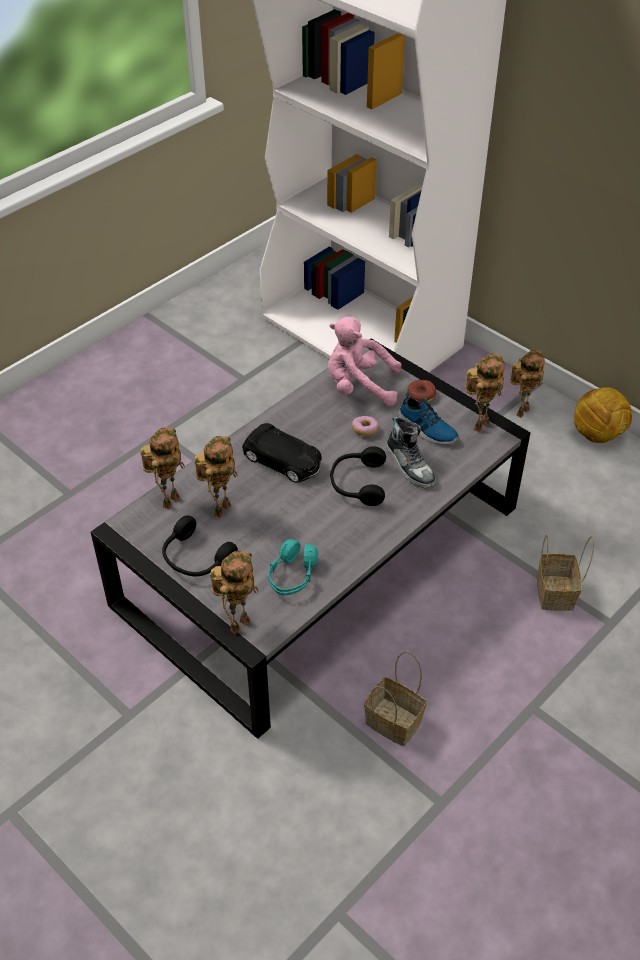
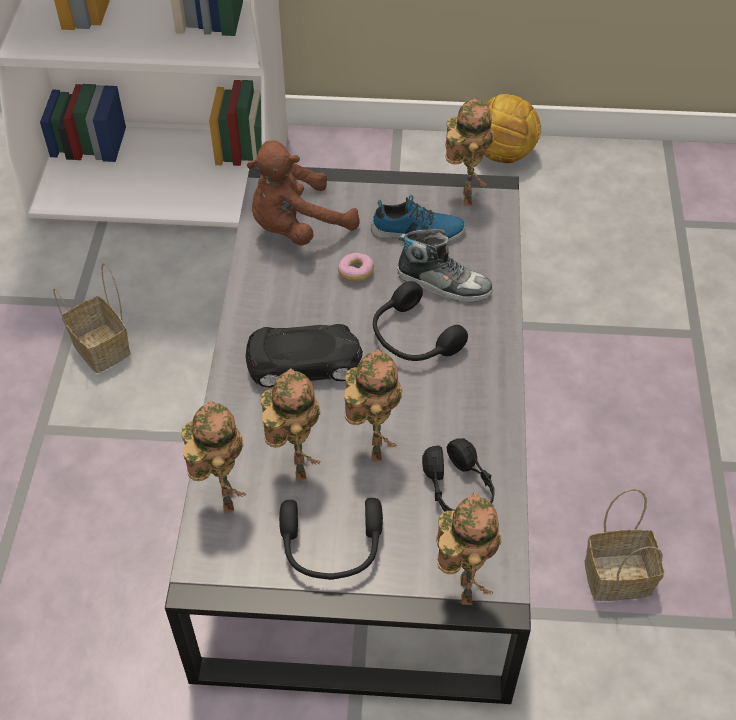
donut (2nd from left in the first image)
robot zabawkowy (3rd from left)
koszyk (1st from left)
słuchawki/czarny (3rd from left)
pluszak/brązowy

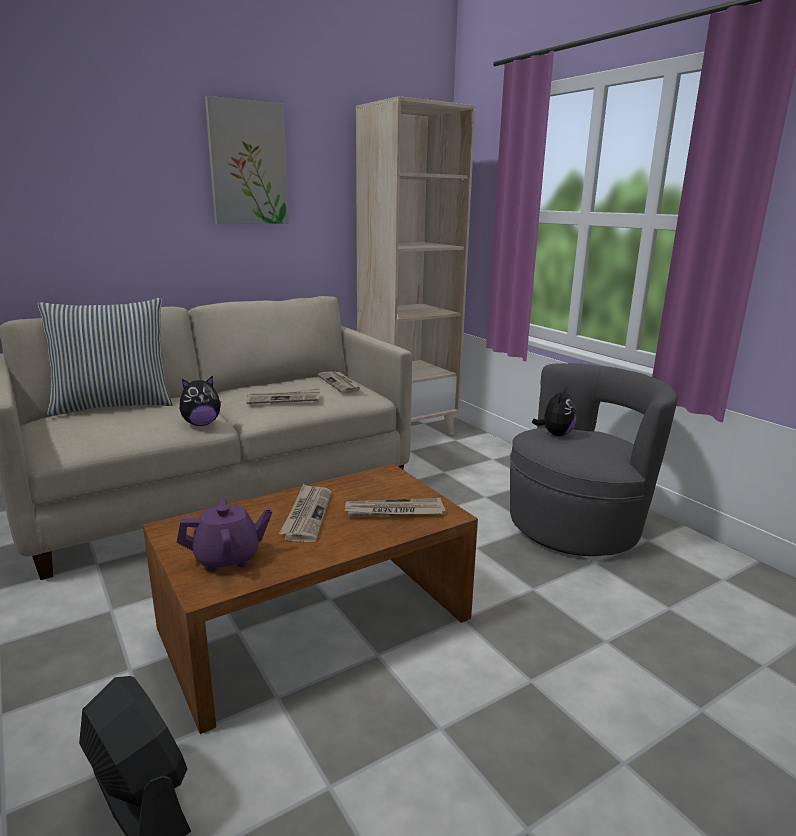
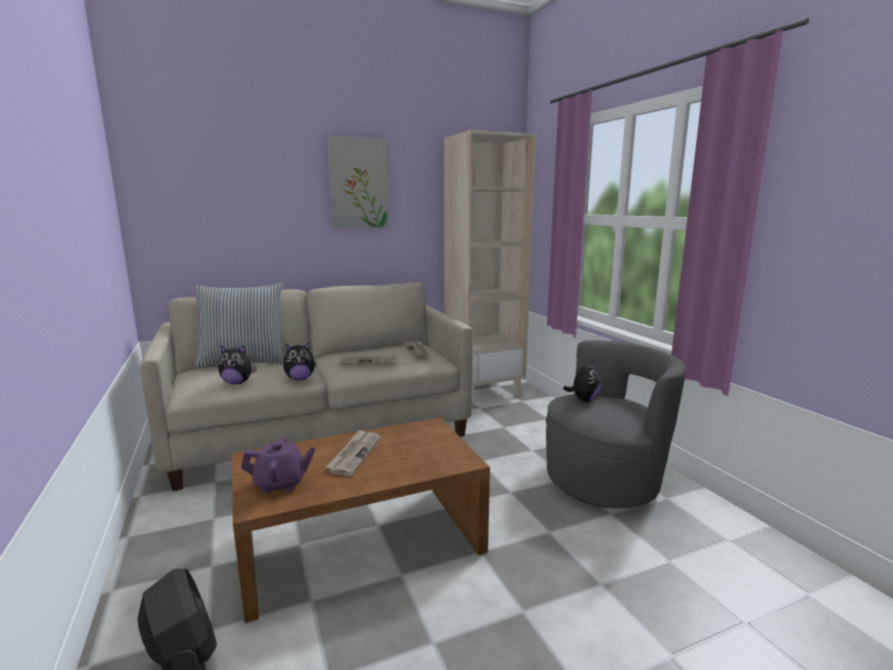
gazeta (4th from left in the first image)
pluszak (1st from left)

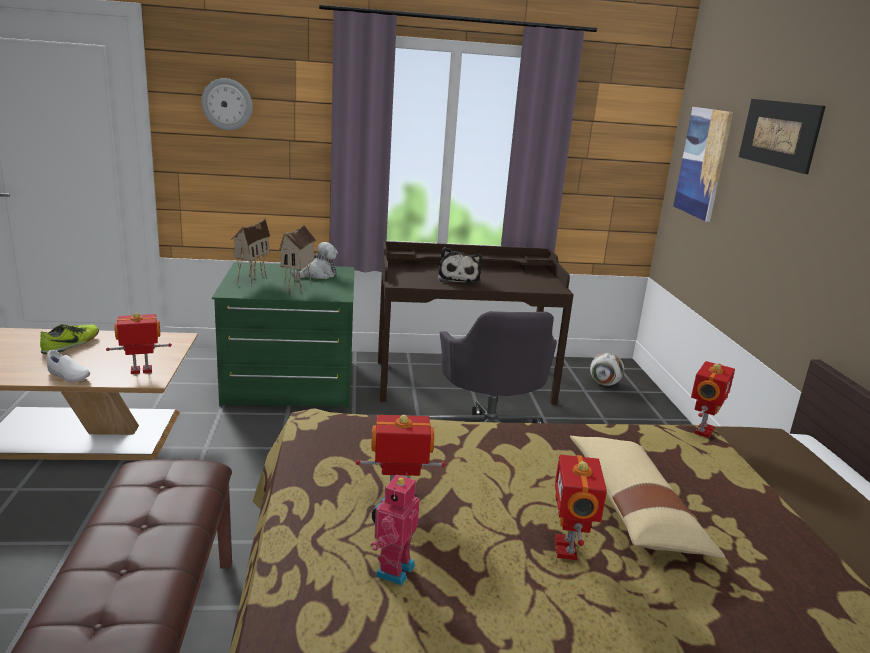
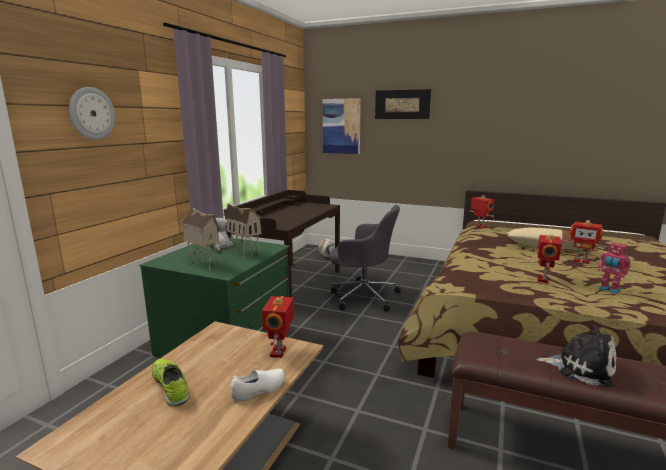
pluszak (2nd from left)

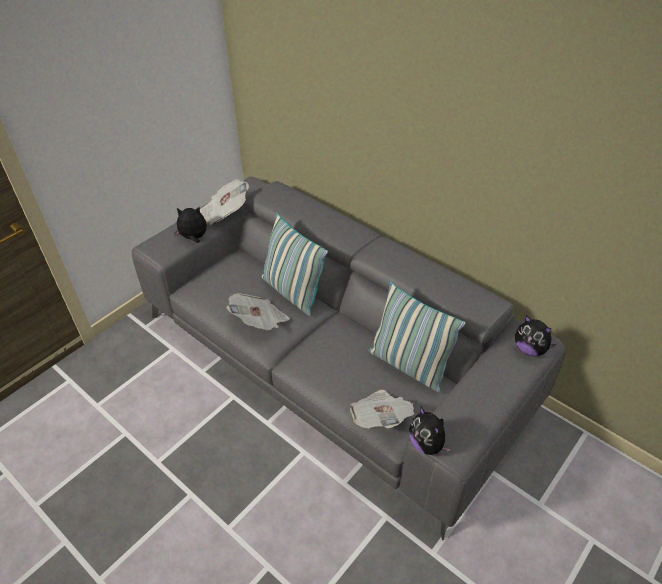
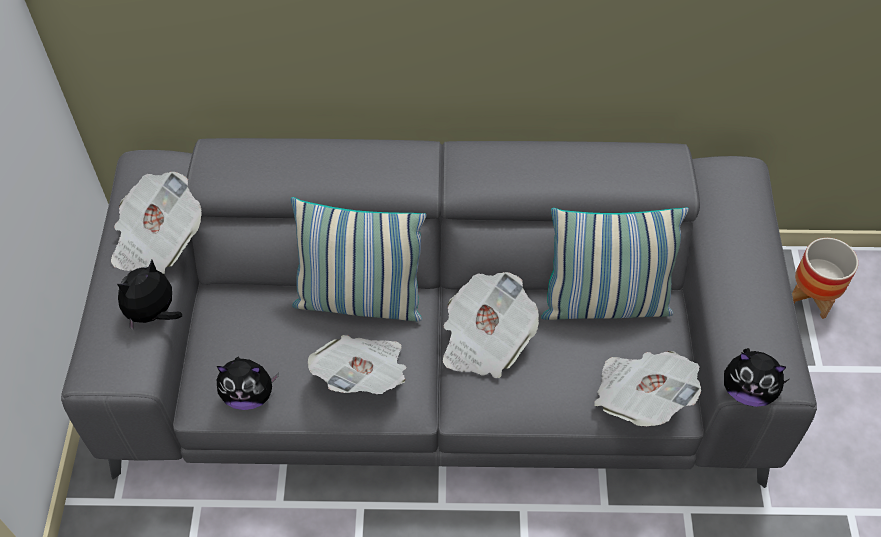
gazeta (3rd from left)
donica
pluszak (2nd from left)

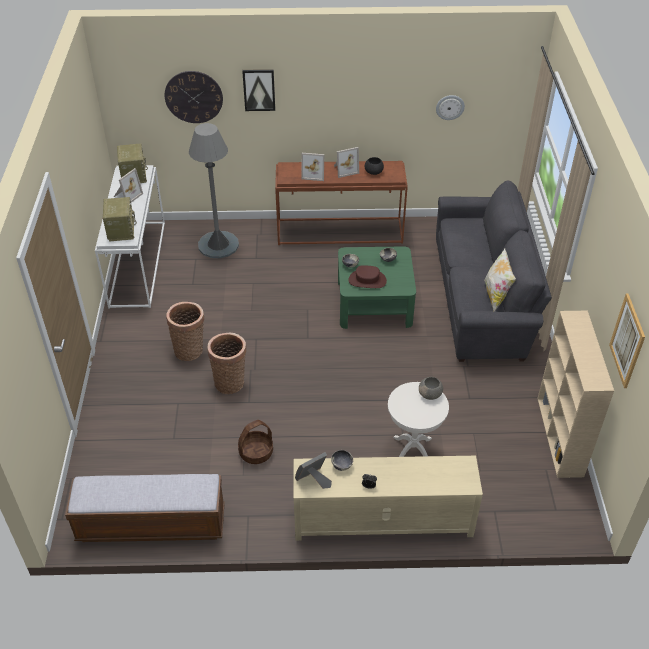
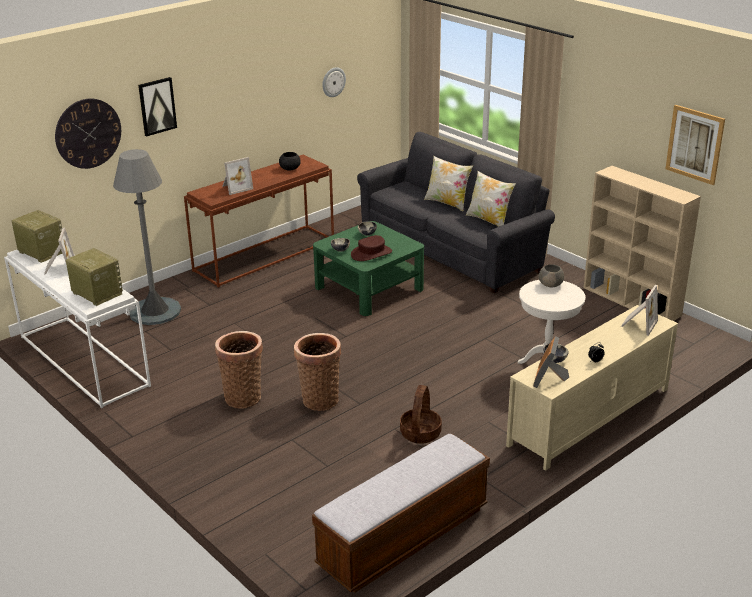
poduszka (1st from left)
ramka na zdjęcie (4th from left)

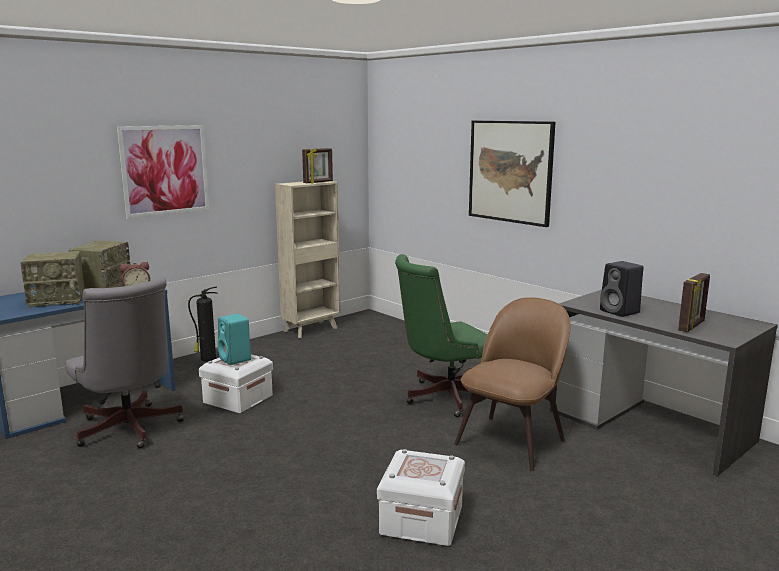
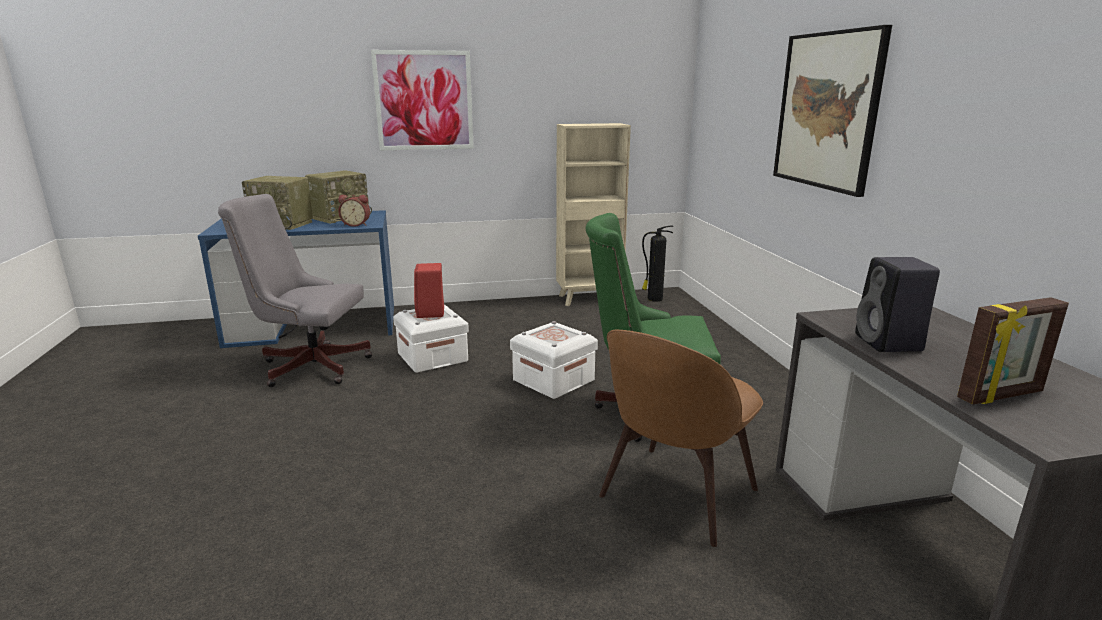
ramka na zdjęcie (1st from left in the first image)
gaśnica
pojemnik do przechowywania/biały (2nd from left)
głośnik/czerwony
krzesło biurowe/szary
krzesło/brązowy

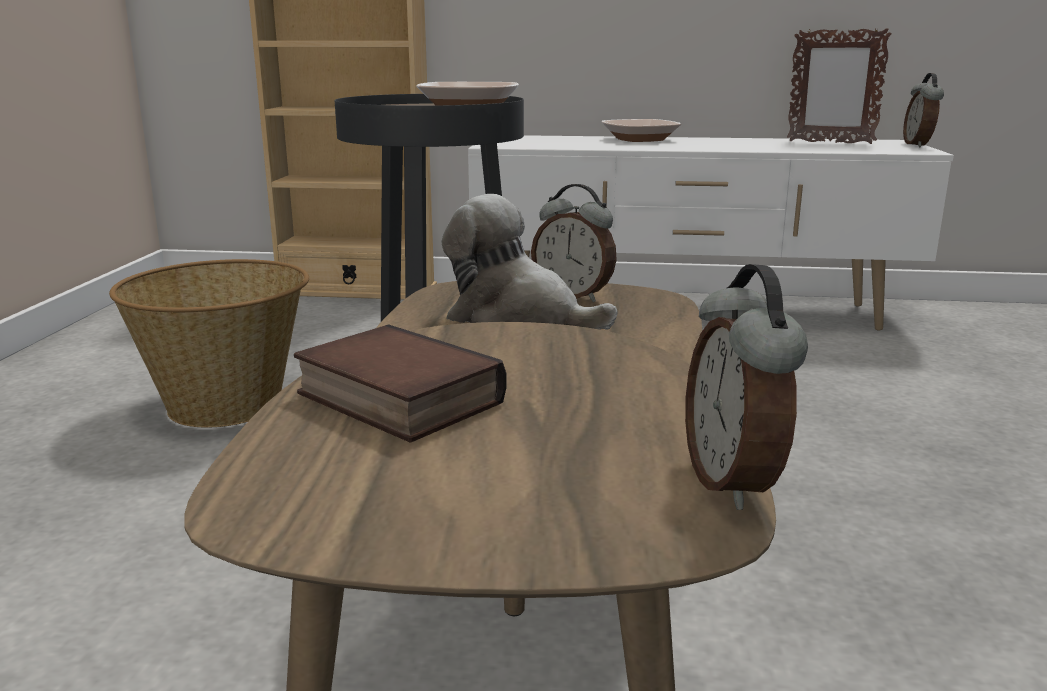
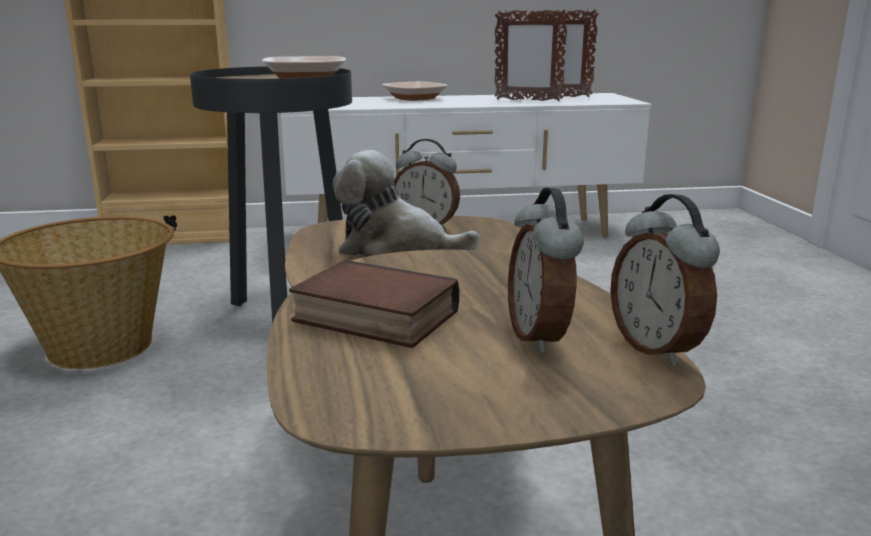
ramka na zdjęcie (1st from left)
budzik (2nd from left)

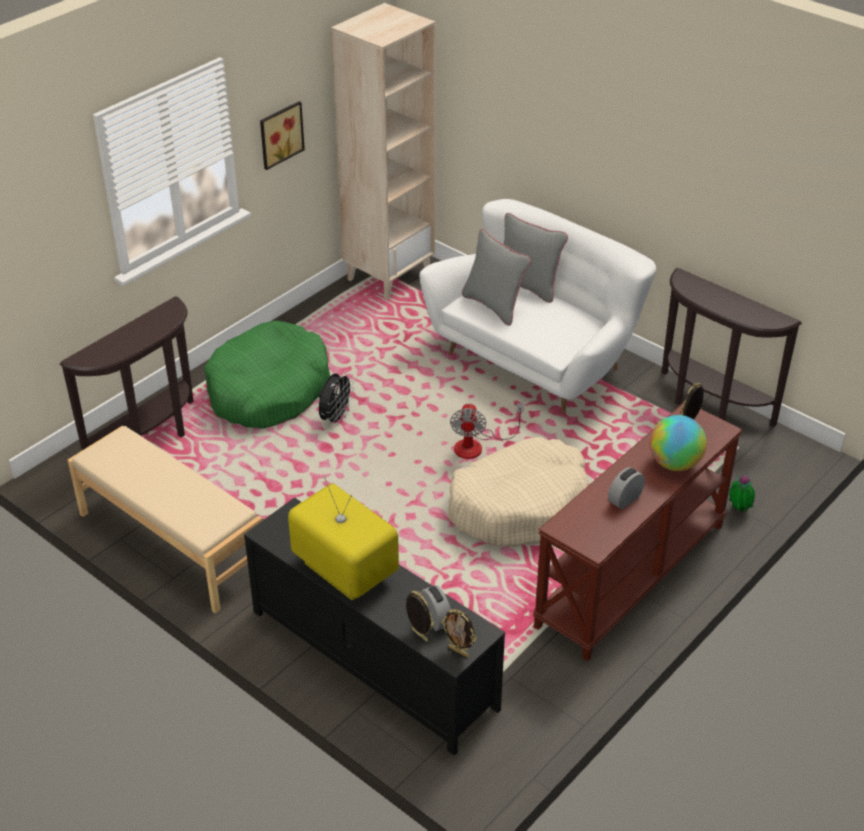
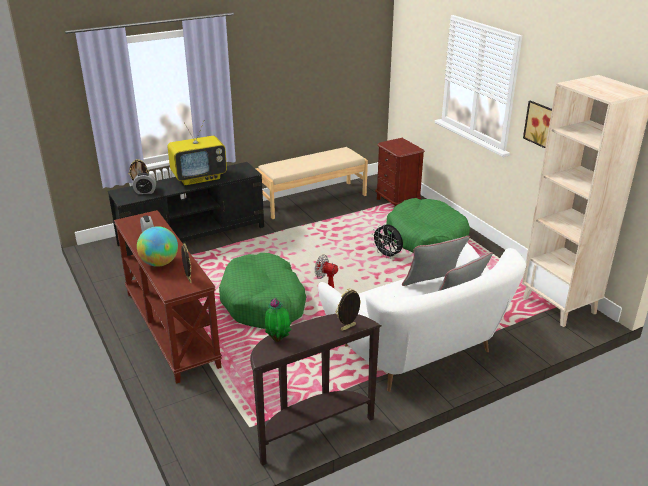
ramka na zdjęcie (3rd from left)
roślina doniczkowa
szafka nocna/brązowy
legowisko/zielony (1st from left)

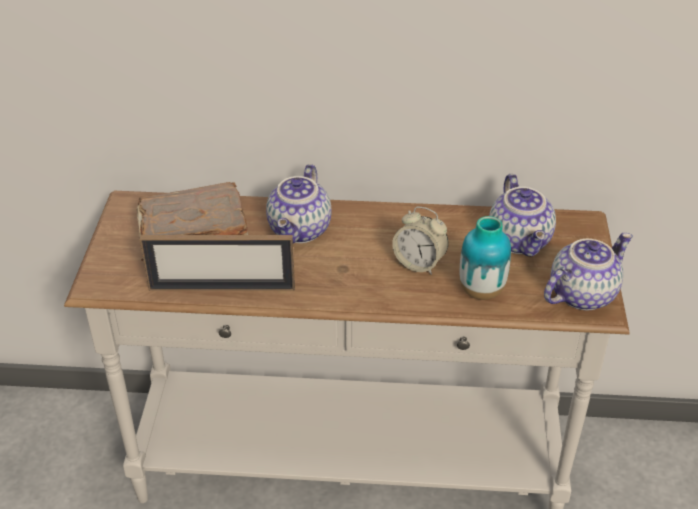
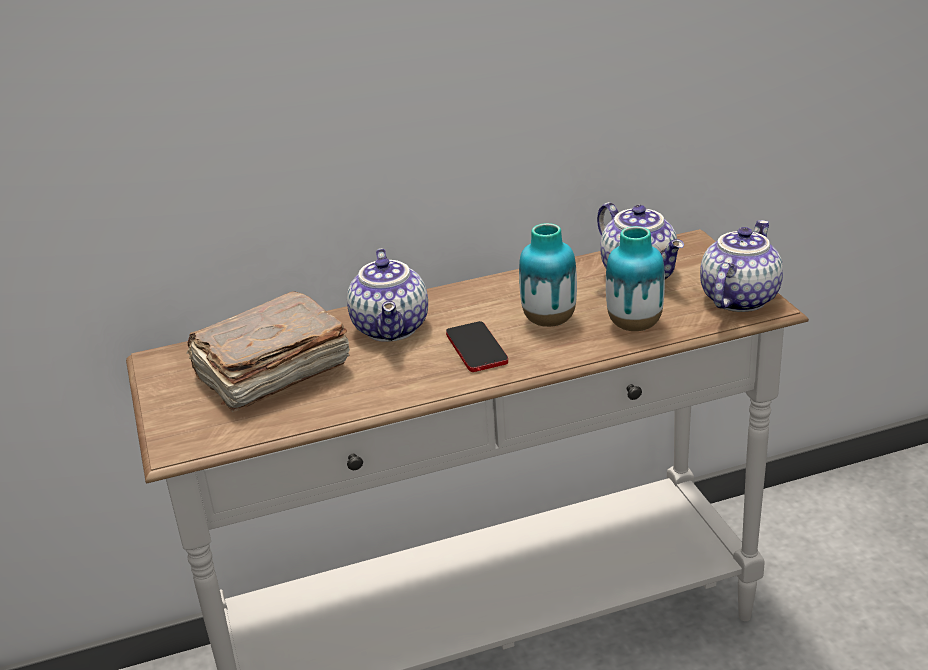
ramka na zdjęcie
telefon
wazon (1st from left)

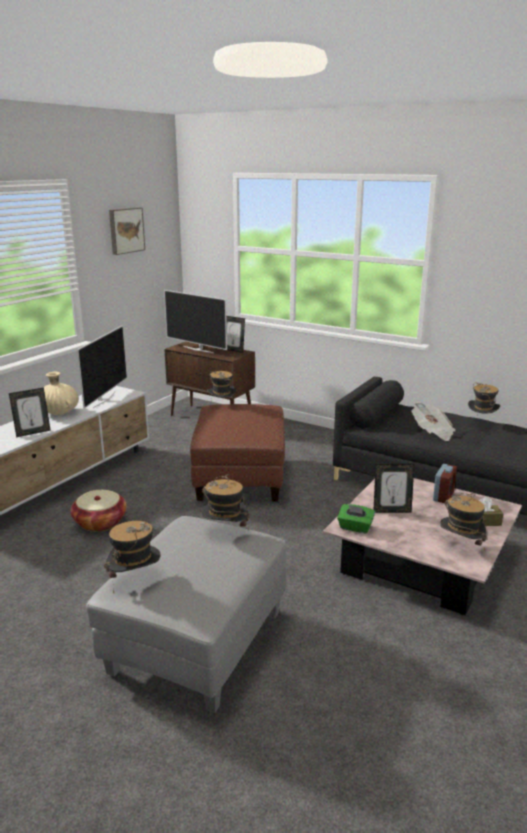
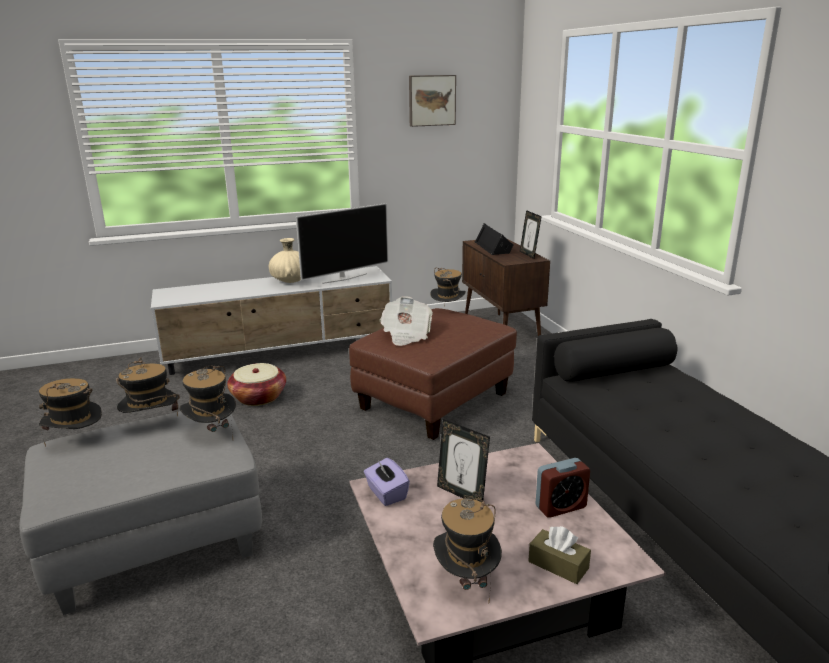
ramka na zdjęcie (1st from left in the first image)
gazeta
kapelusz (2nd from left)
głośnik/czarny
pudełko chusteczek/fioletowy

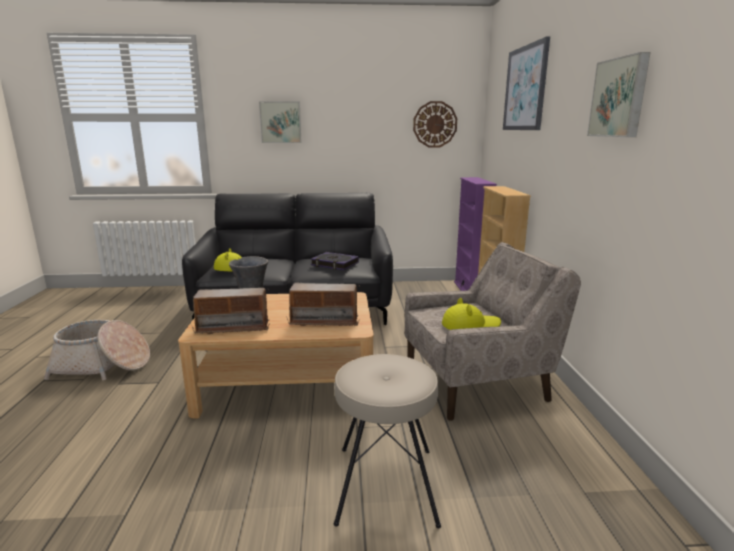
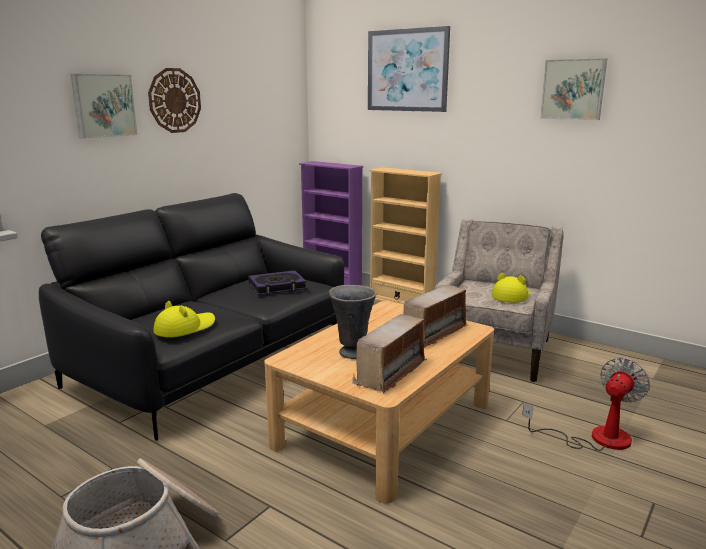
zegar ścienny
wentylator

